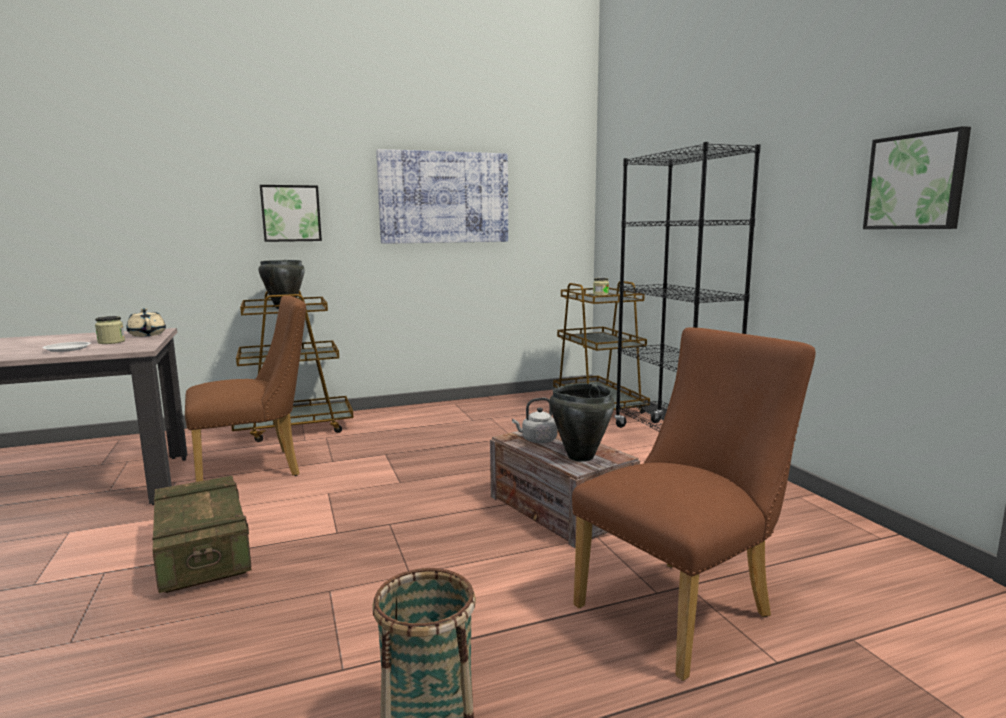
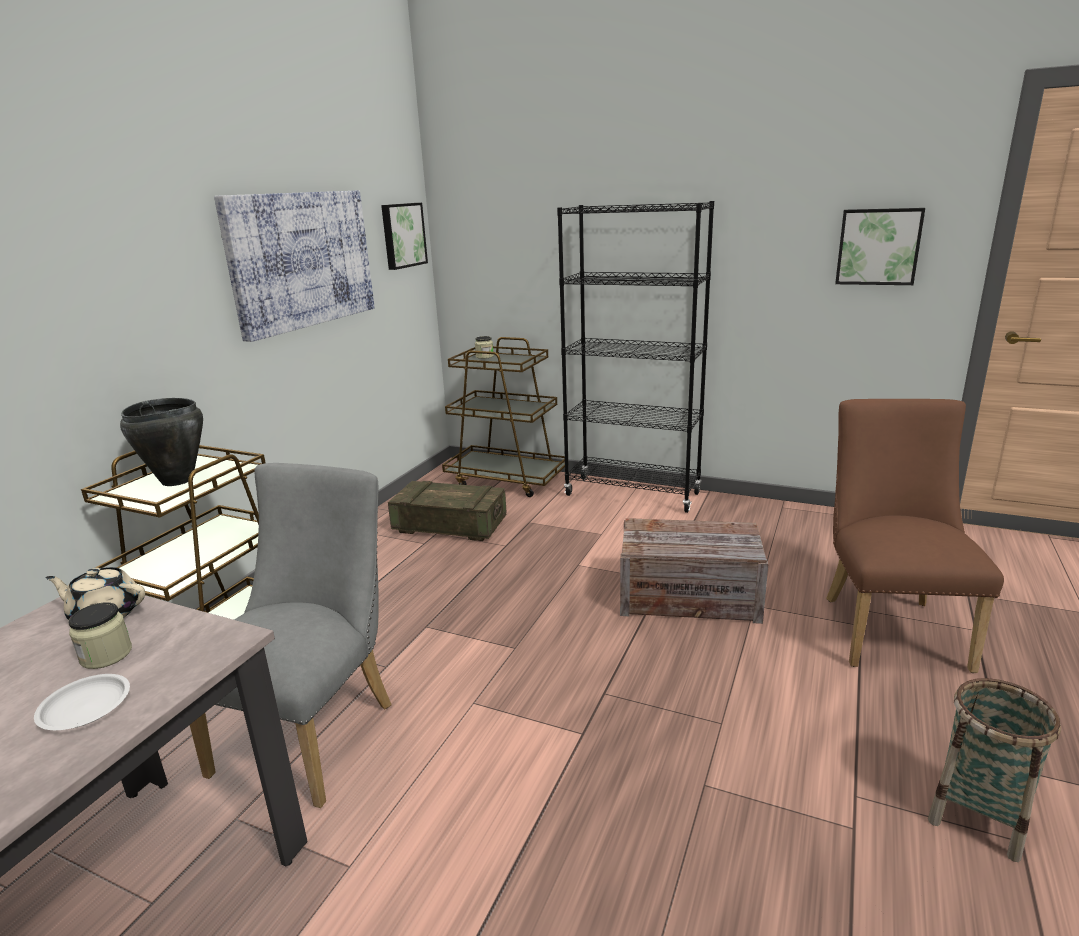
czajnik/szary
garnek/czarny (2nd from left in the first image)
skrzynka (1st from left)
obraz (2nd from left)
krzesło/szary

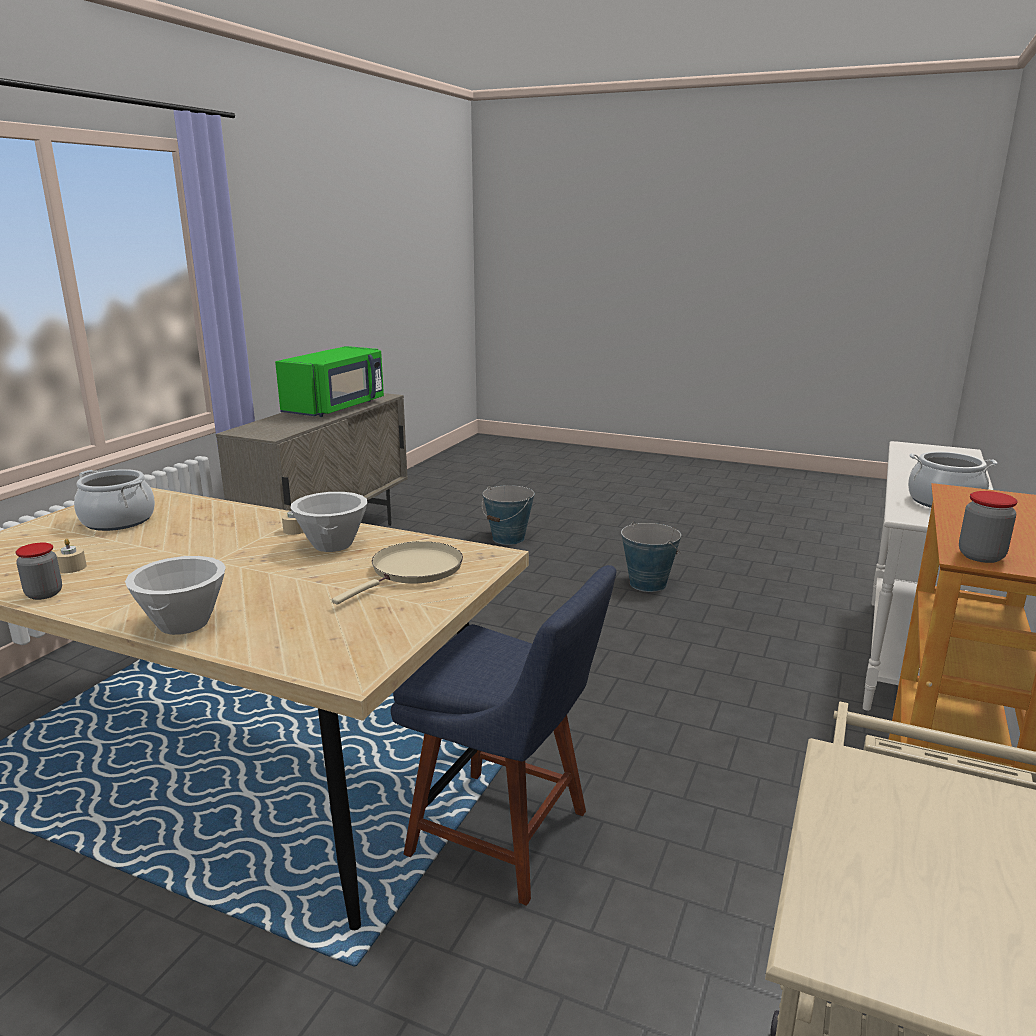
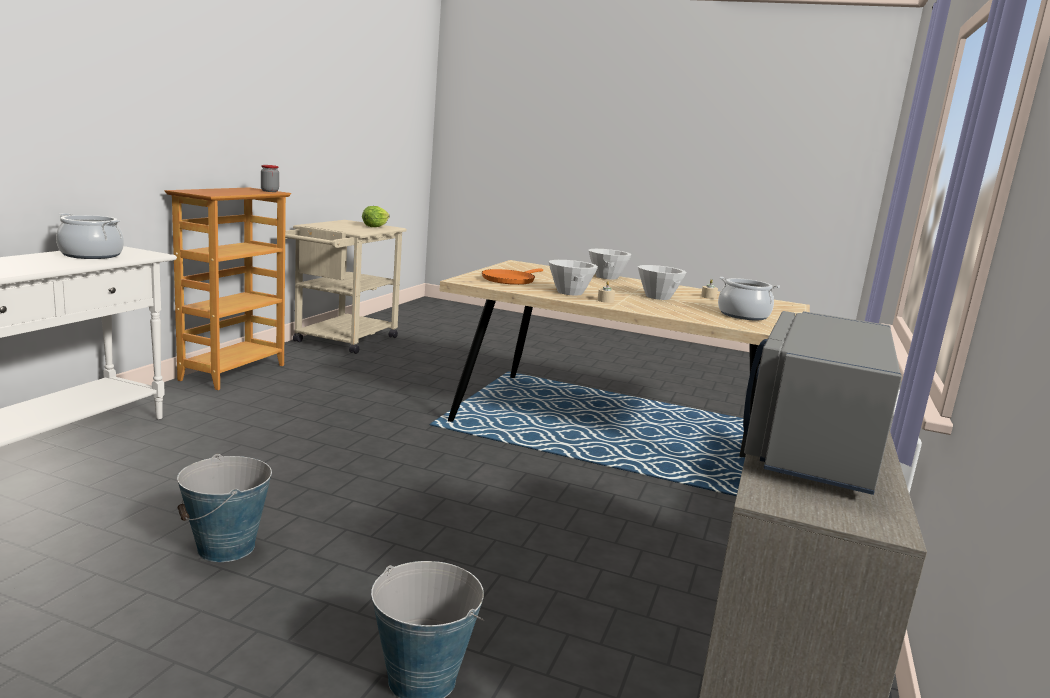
słoik (1st from left in the first image)
krzesło/niebieski
sałata
miska/biały (3rd from left)
mikrofalówka/szary
patelnia/pomarańczowy

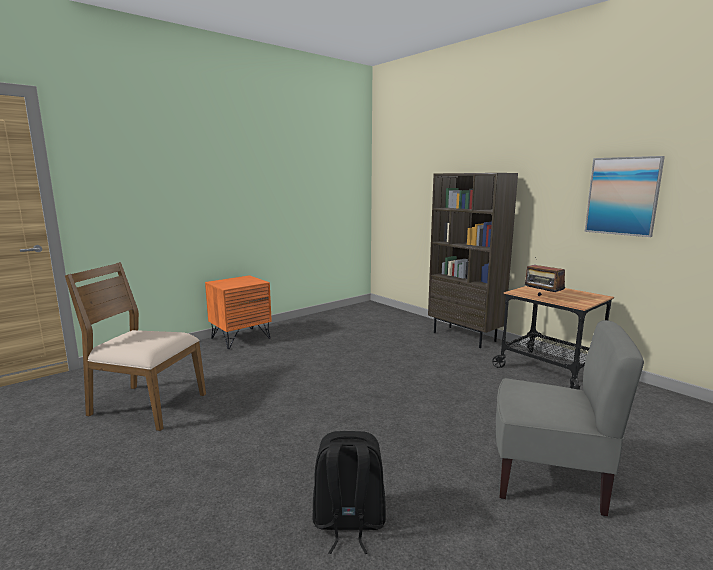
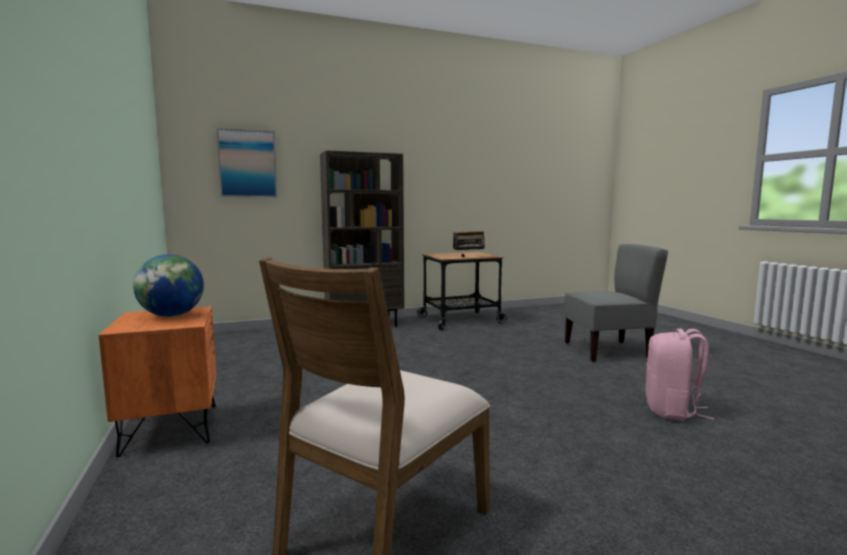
globus
obraz
plecak/różowy
krzesło/szary

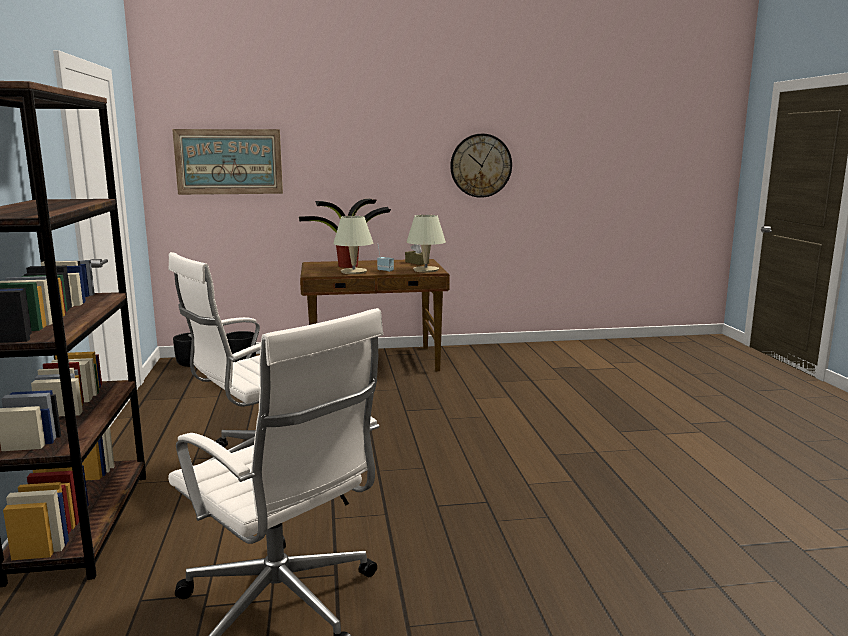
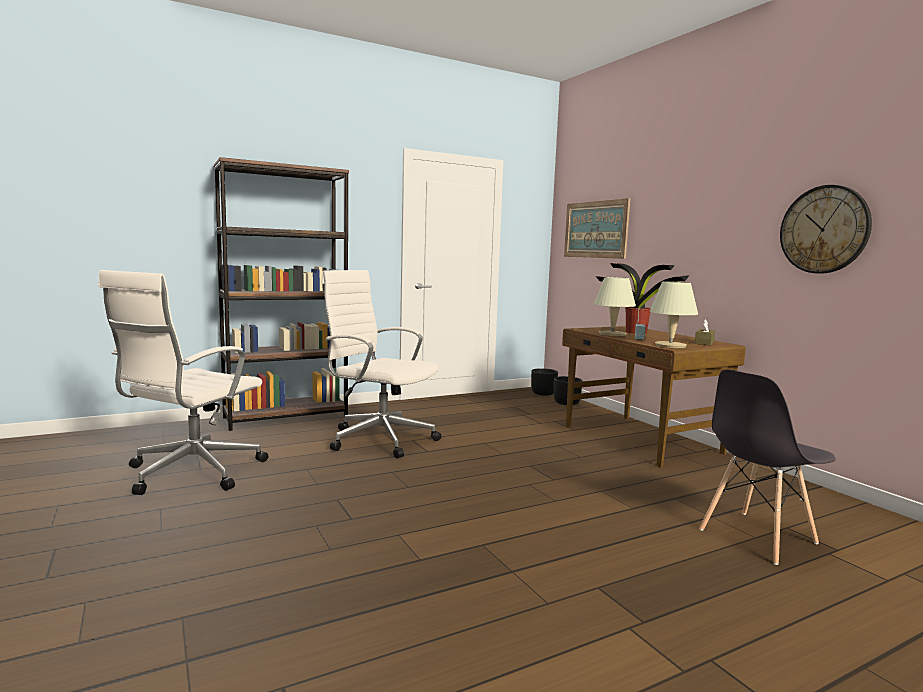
krzesło/szary

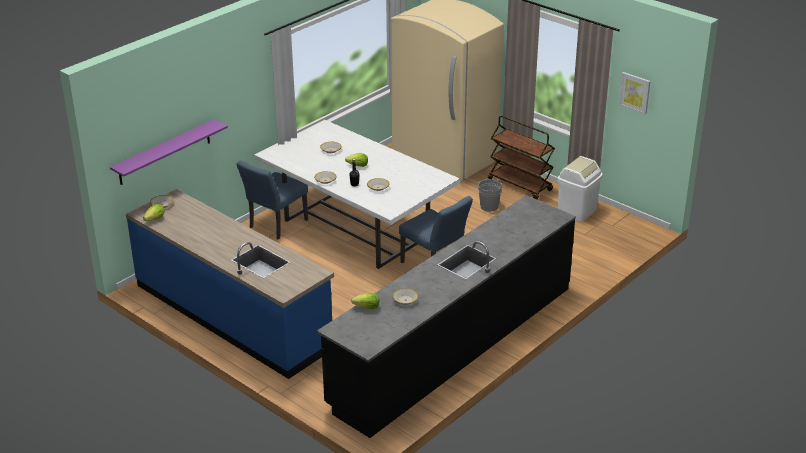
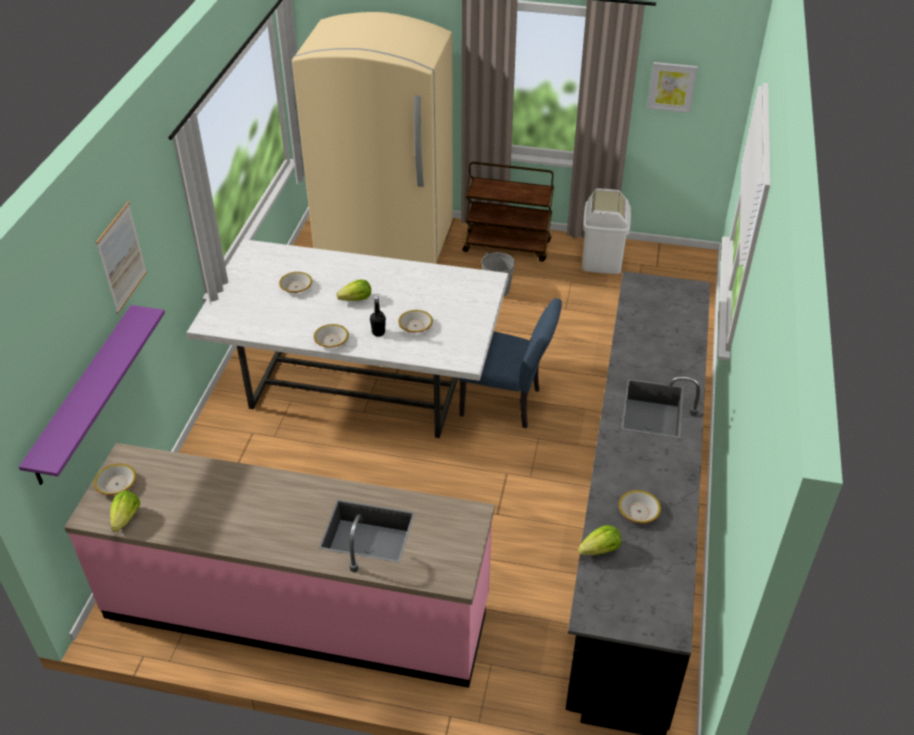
krzesło/niebieski (1st from left in the first image)
obraz (1st from left)
zabudowa kuchenna/różowy

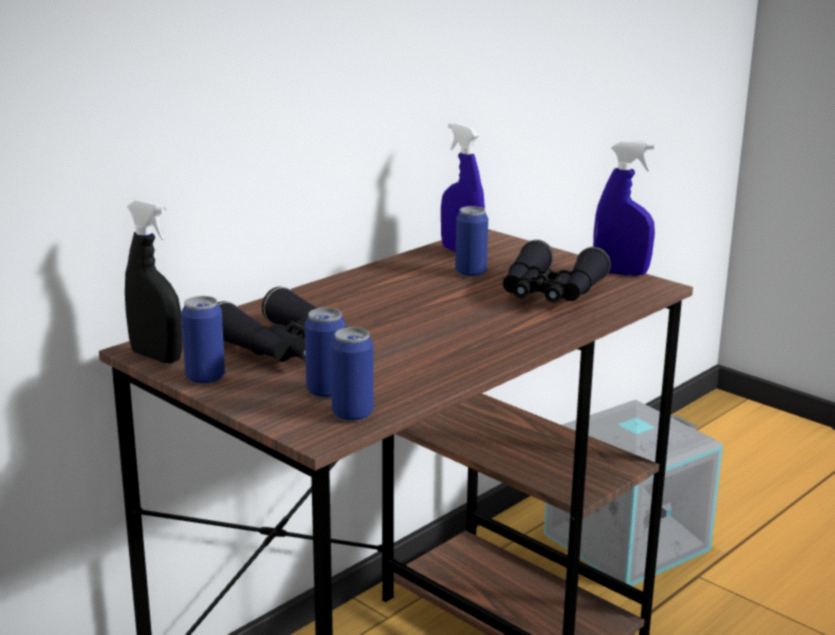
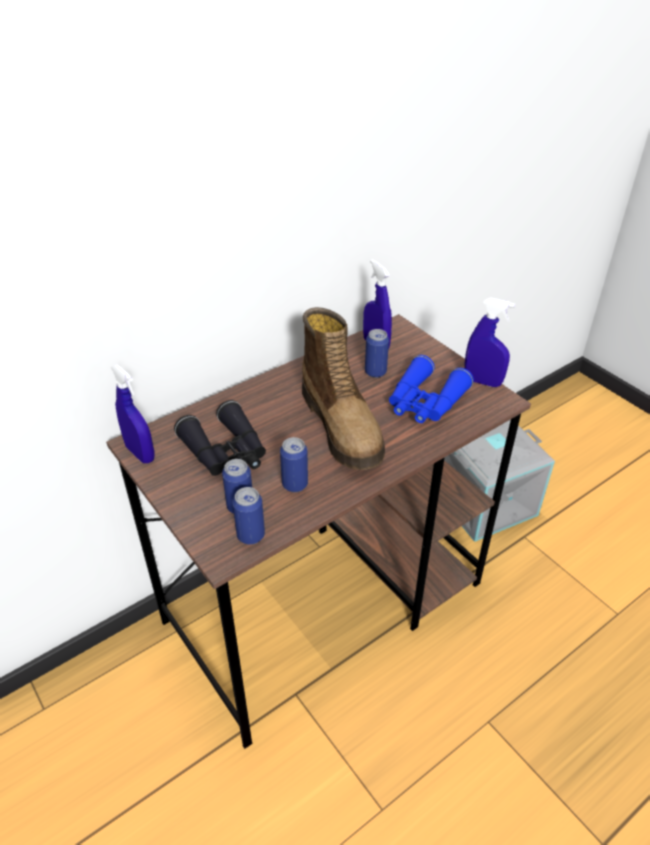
but z cholewką
puszka (3rd from left)
spryskiwacz/niebieski (1st from left)
lornetka/niebieski

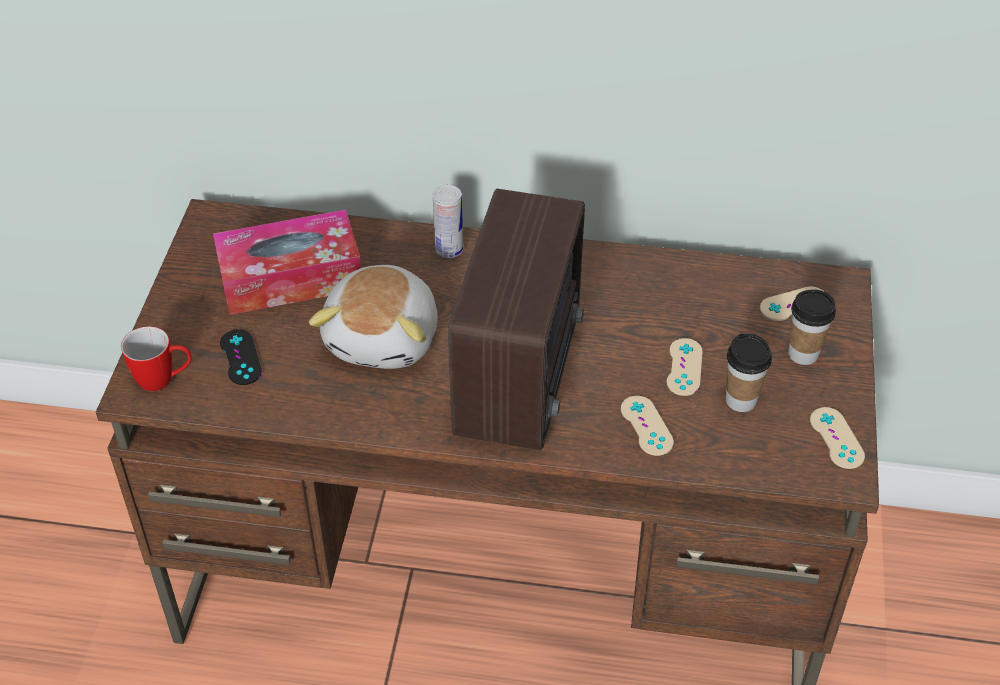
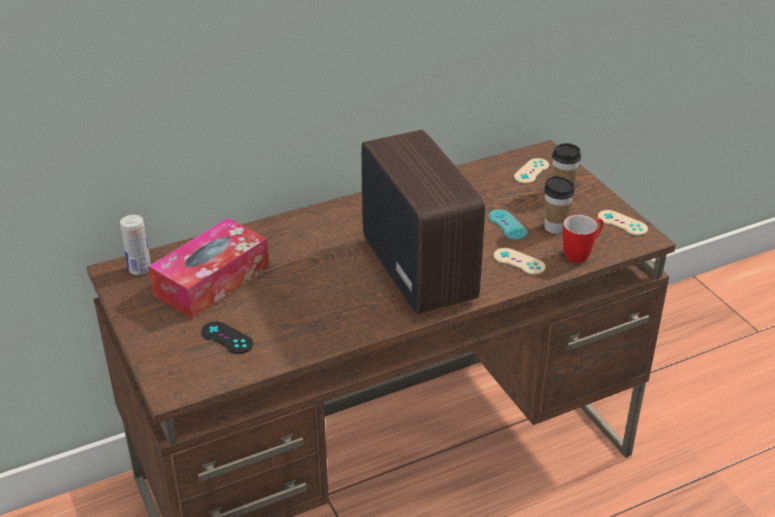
pluszak
kubek
puszka
pad do gier/turkusowy

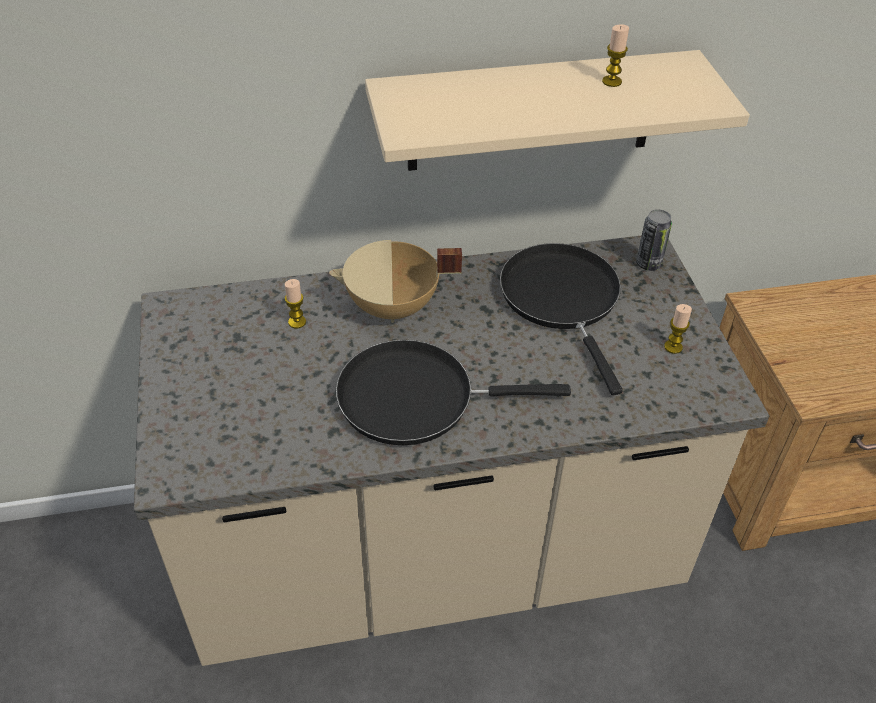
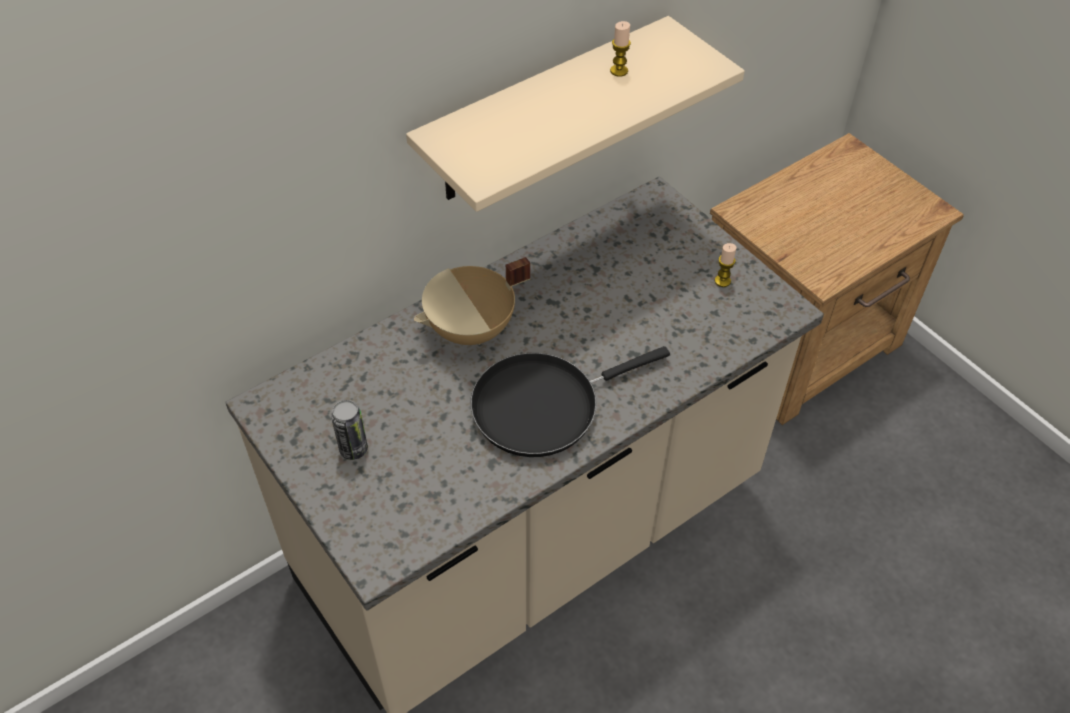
świeca (1st from left in the first image)
patelnia/czarny (2nd from left in the first image)
puszka

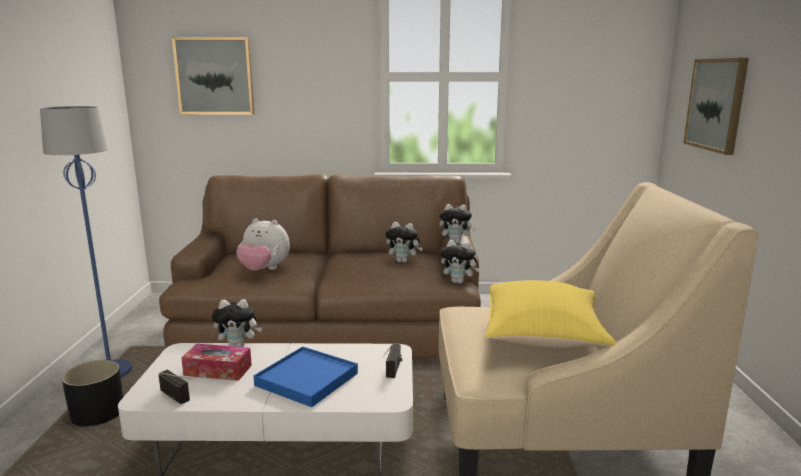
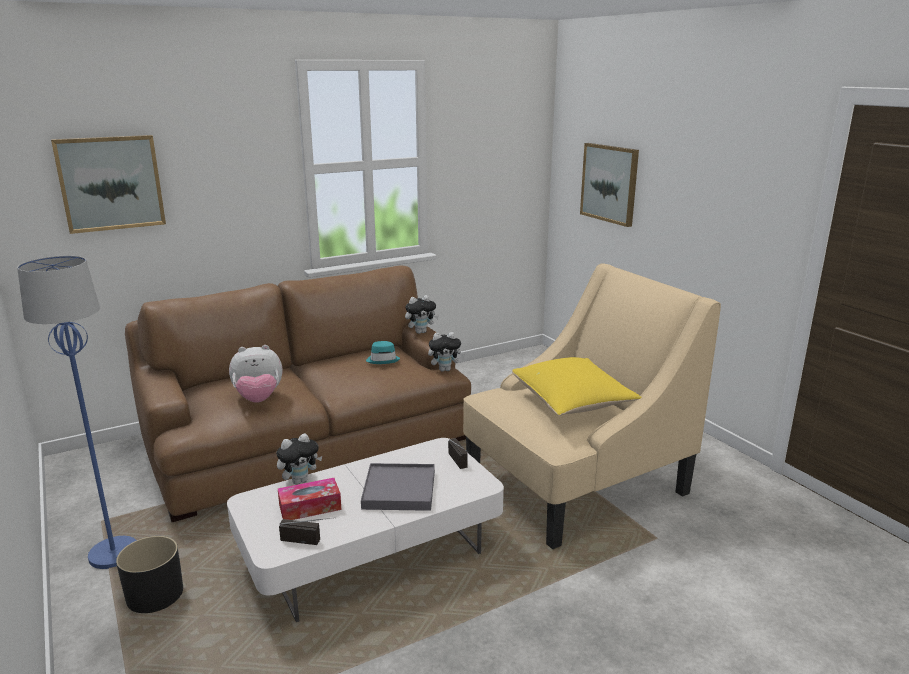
kapelusz/turkusowy
taca/szary

